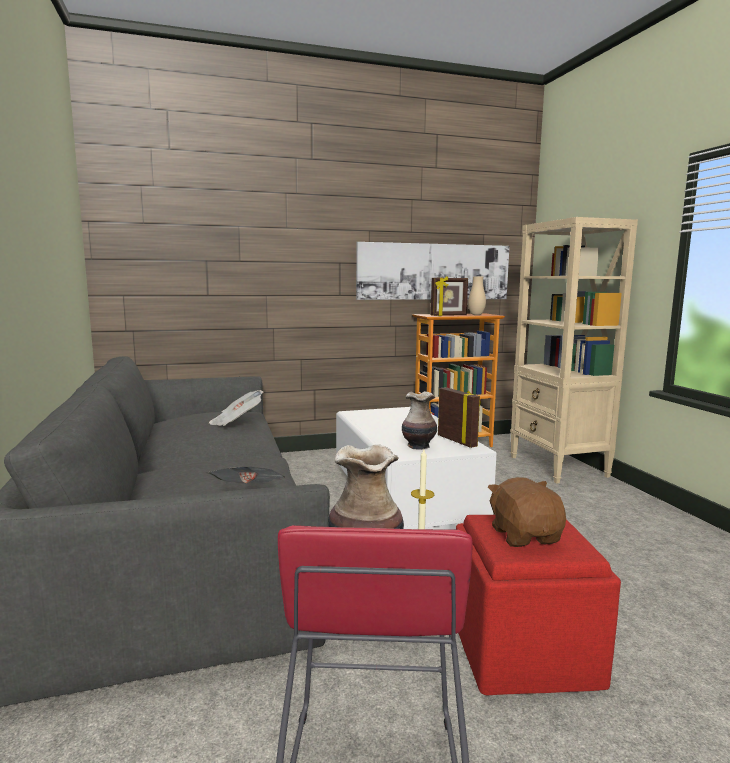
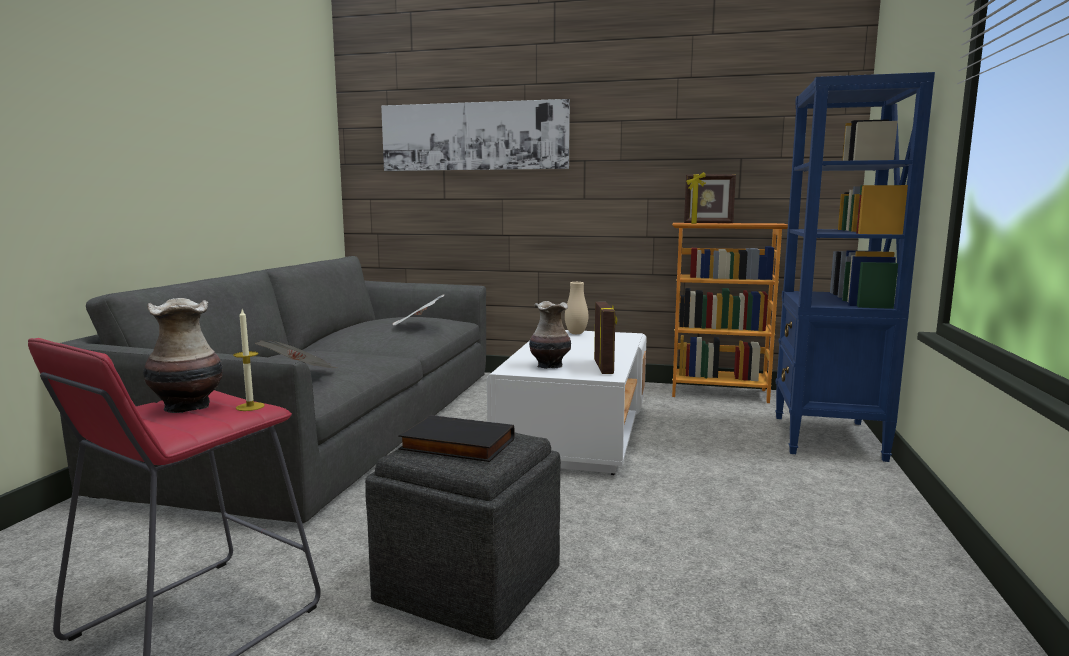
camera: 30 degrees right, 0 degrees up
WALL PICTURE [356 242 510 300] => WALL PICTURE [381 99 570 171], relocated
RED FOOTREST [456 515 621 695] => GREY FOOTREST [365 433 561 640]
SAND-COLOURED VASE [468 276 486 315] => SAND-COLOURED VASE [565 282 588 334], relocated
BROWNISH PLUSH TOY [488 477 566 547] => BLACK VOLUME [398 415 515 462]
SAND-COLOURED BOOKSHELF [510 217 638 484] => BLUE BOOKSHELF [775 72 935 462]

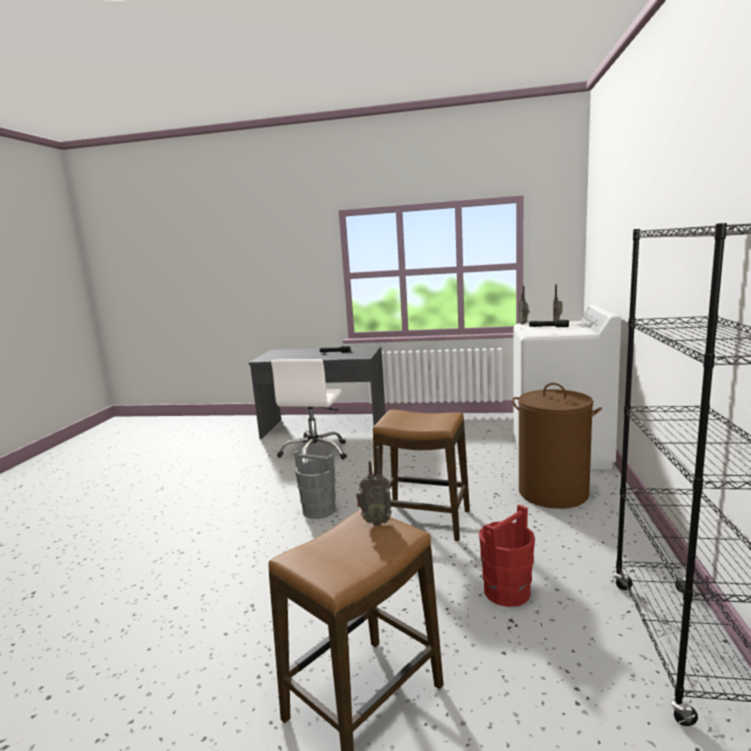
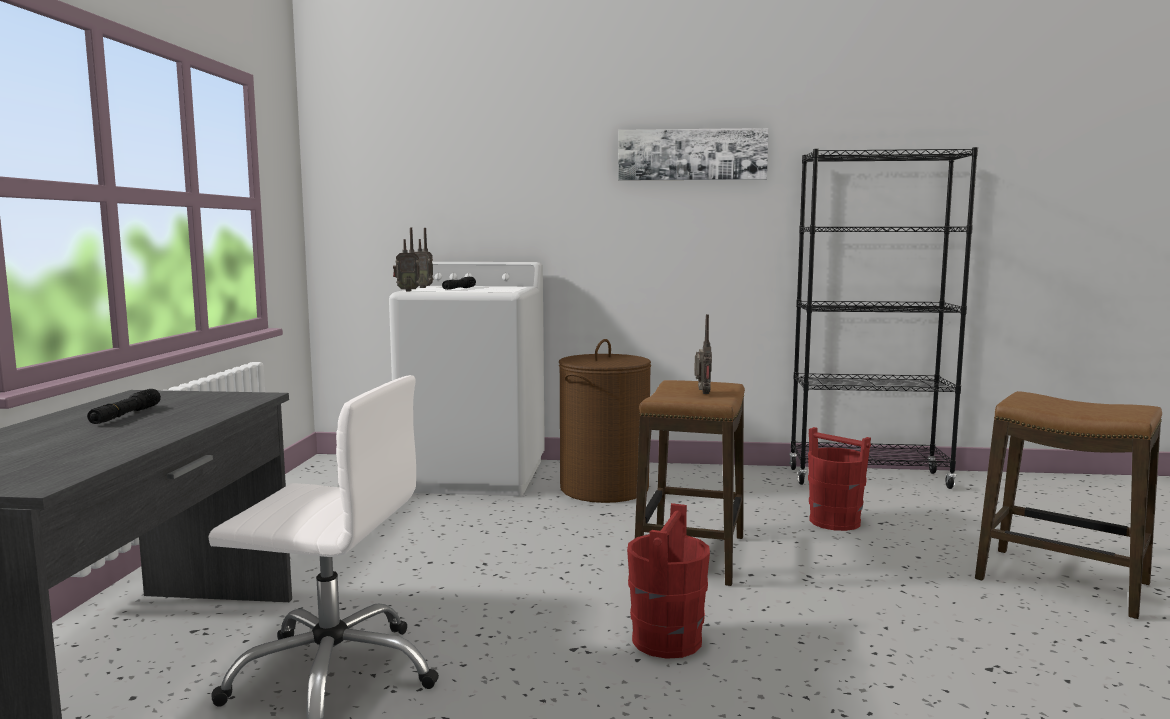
camera: 95 degrees left, 5 degrees down
GREY BUCKET [294 450 336 519] => RED BUCKET [627 503 710 659]
RADIO RECEIVER [356 446 392 525] => RADIO RECEIVER [694 314 712 394], relocated
nothing => WALL PICTURE [618 128 769 181]

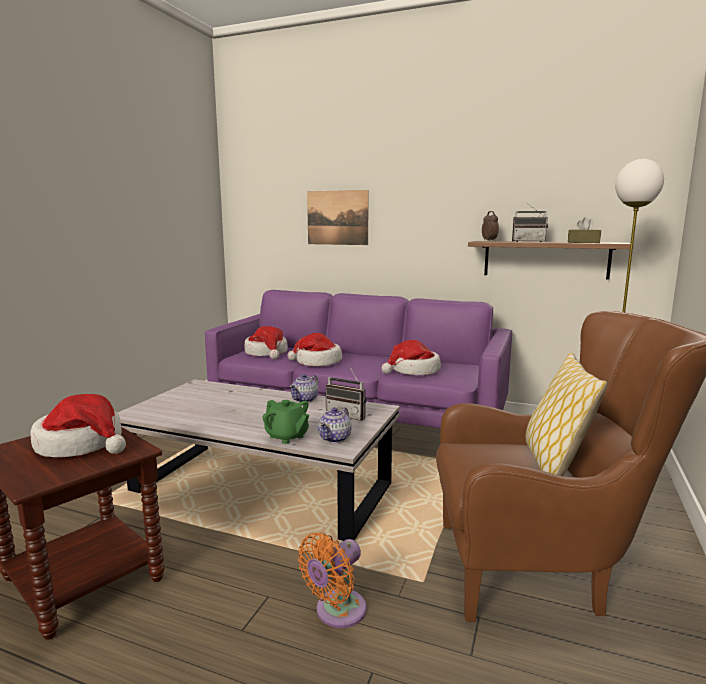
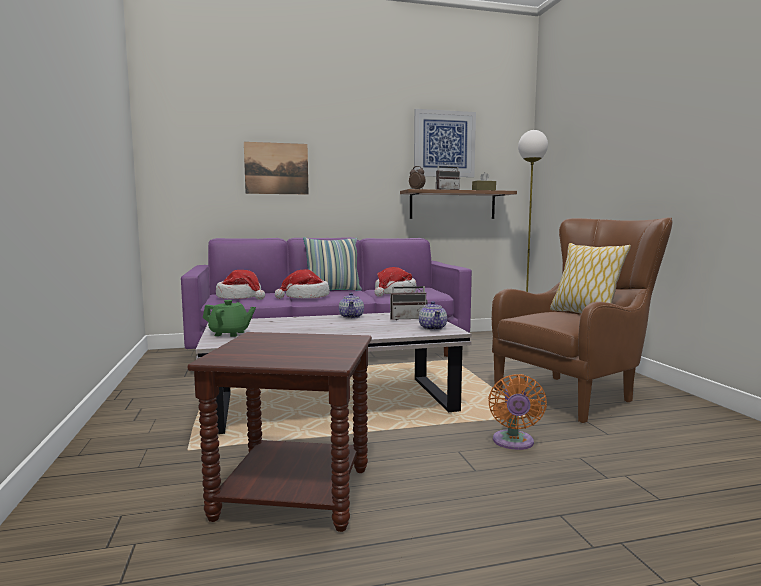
camera: 35 degrees left, 5 degrees down
CLOTHING HAT [30 394 126 458] => nothing
GREENISH TEAPOT [262 400 309 444] => GREENISH TEAPOT [203 300 256 337], relocated
nothing => CUSHION [303 237 362 291]
nothing => WALL PICTURE [414 109 476 177]

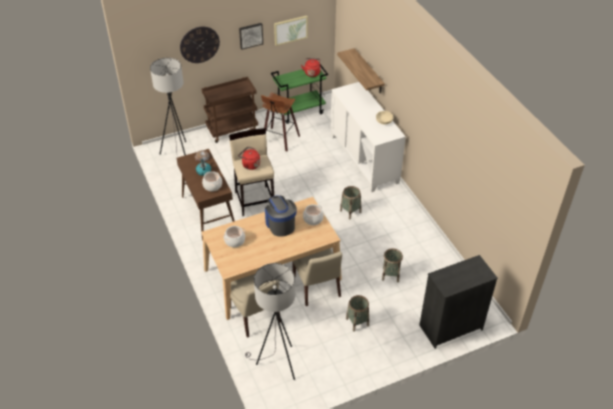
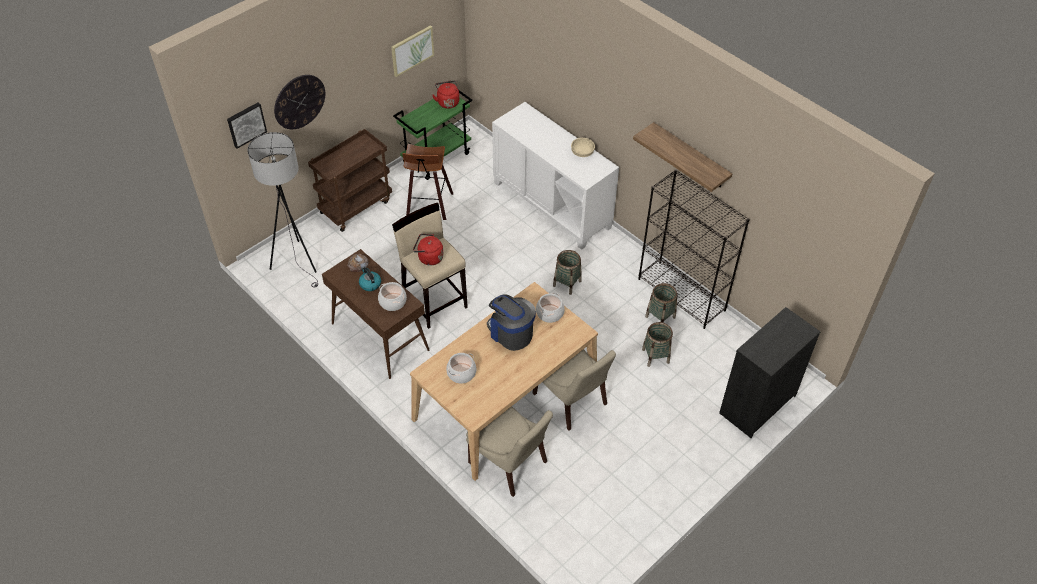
camera: 20 degrees left, 5 degrees up
WALL PICTURE [239 23 263 50] => WALL PICTURE [227 103 267 149], relocated
GREY STANDING LAMP [245 263 295 380] => nothing
WALL SHELF [337 48 385 93] => WALL SHELF [633 122 732 192], relocated
HOUSEHOLD BASKET [346 295 369 332] => HOUSEHOLD BASKET [645 283 677 323], relocated
nothing => BLACK BOOKSHELF [638 169 750 329]

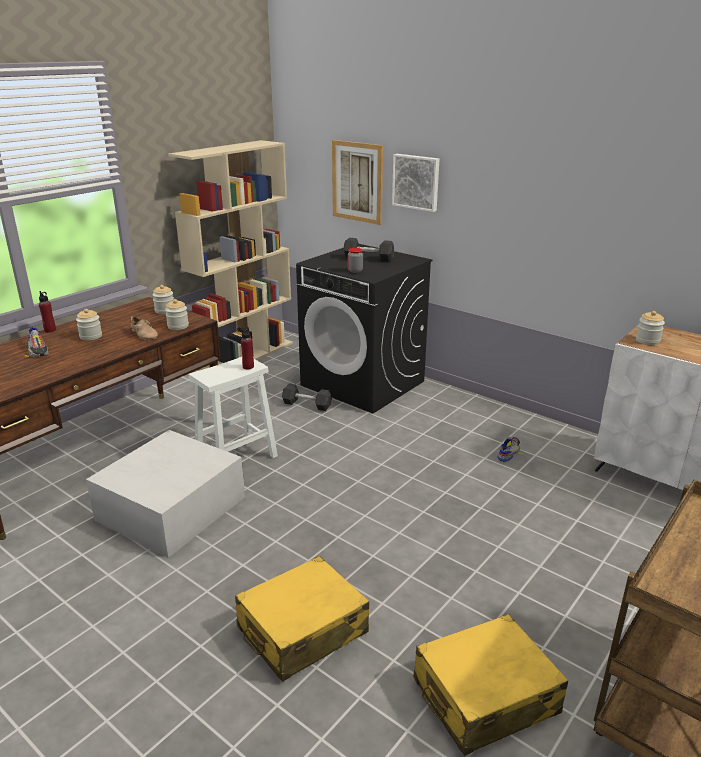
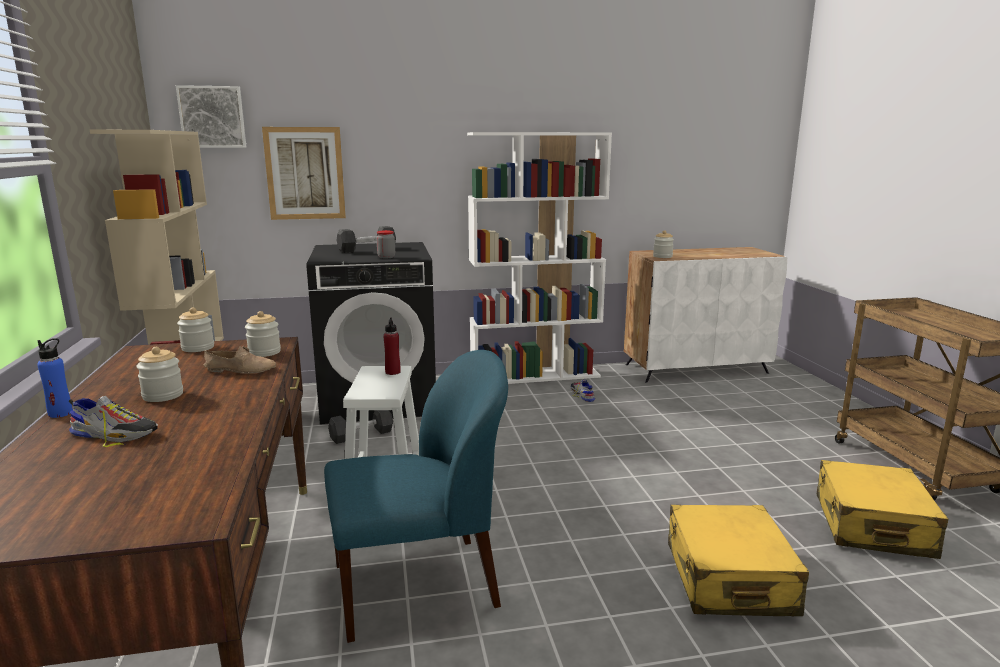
camera: 50 degrees left, 10 degrees down
RED BOTTLE [39 291 56 333] => BLUE BOTTLE [37 338 73 418]
WHITE-COLOURED STORAGE CONTAINER [86 430 245 558] => BLUE PLAIN CHAIR [324 350 508 643]
WALL PICTURE [392 154 440 212] => WALL PICTURE [176 85 246 148], relocated
nothing => WHITE-COLOURED BOOKSHELF [467 132 612 384]

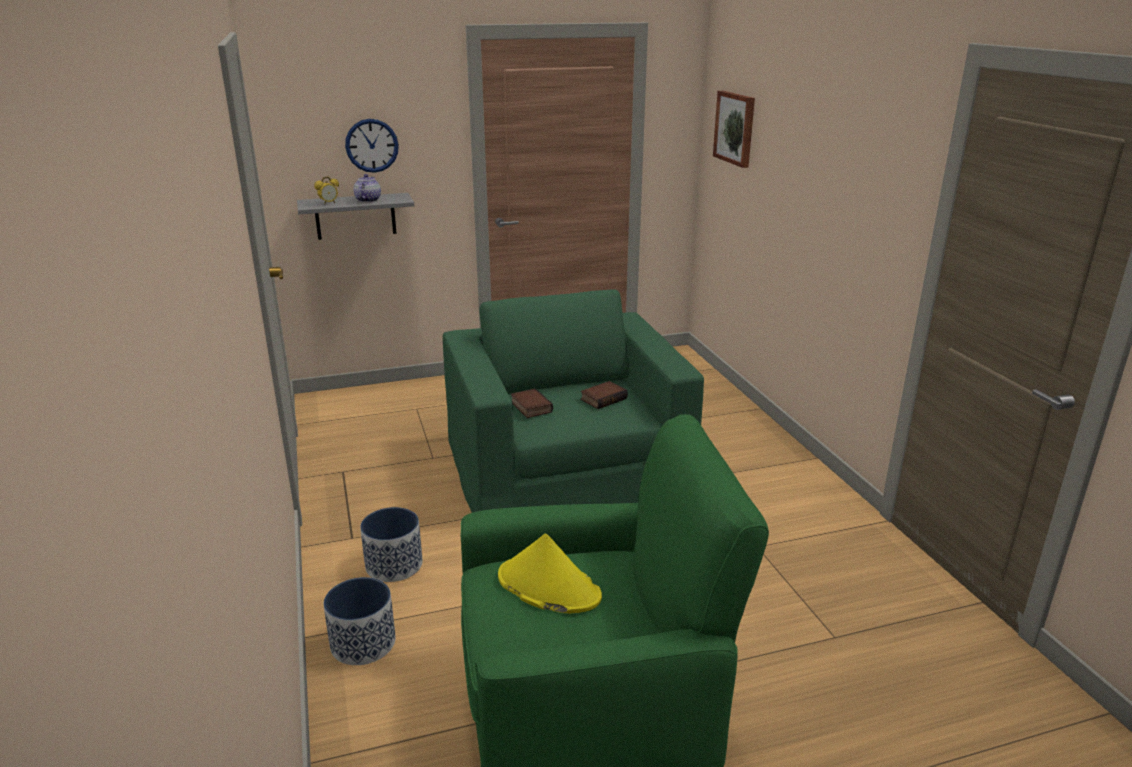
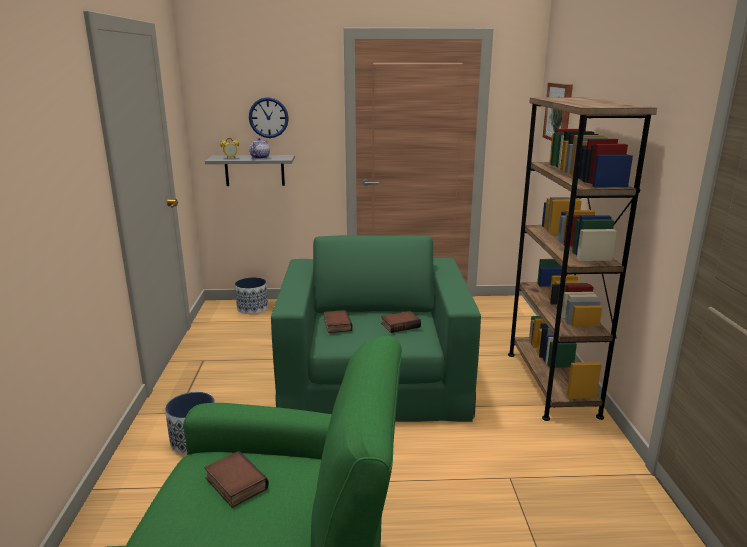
camera: 15 degrees right, 5 degrees down
FLOWER POT [323 577 396 665] => FLOWER POT [235 277 268 314], relocated
YELLOW CLOTHING HAT [498 533 602 614] => VOLUME [204 451 269 508]
nothing => BROWNISH BOOKSHELF [508 97 657 421]

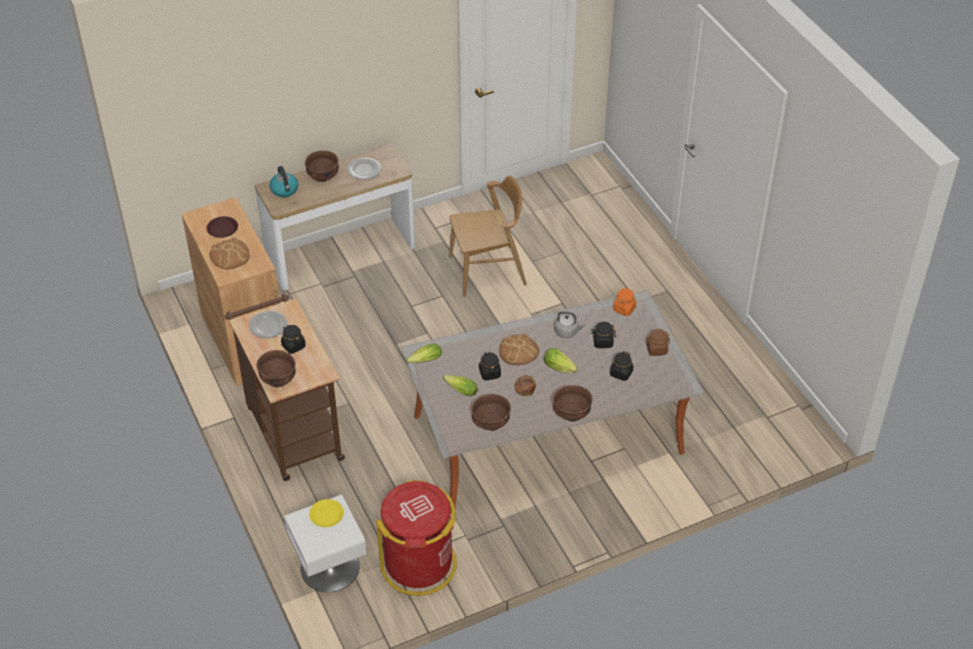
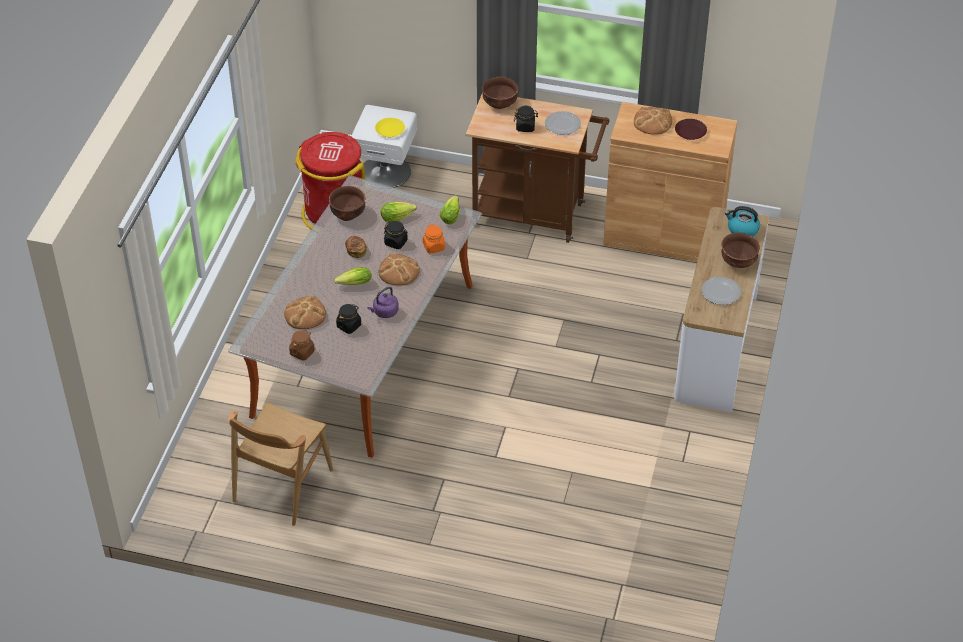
camera: 130 degrees right, 0 degrees up
BROWNISH PLAIN CHAIR [449 175 527 297] => BROWNISH PLAIN CHAIR [228 403 333 526], relocated
BROWNISH DEEP DISH [553 385 592 421] => nothing
GREY WATER KETTLE [554 311 585 338] => PURPLISH WATER KETTLE [368 287 399 318]
BLACK PRESERVE JAR [610 351 633 381] => BAKED BREAD [284 295 326 329]
ORANGE PRESERVE JAR [613 288 636 316] => ORANGE PRESERVE JAR [423 224 445 253], relocated

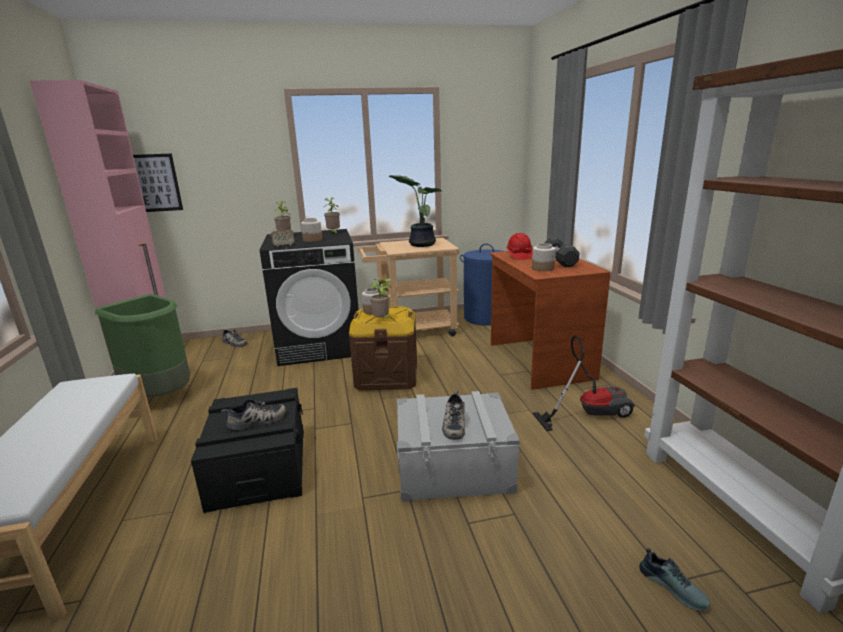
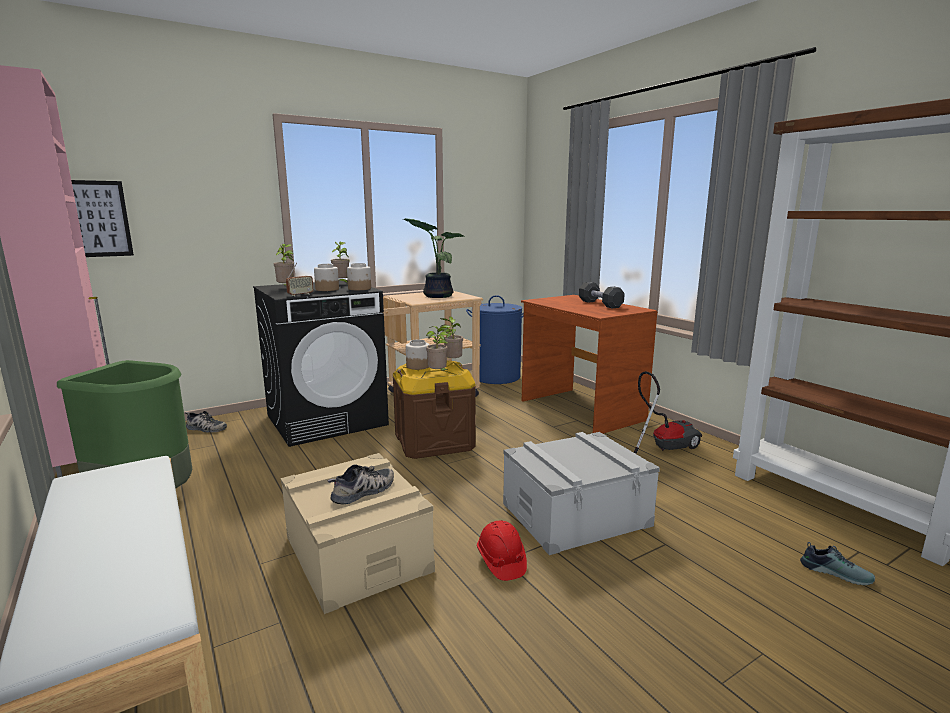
camera: 20 degrees left, 5 degrees down
BLACK STORAGE CONTAINER [191 388 304 513] => SAND-COLOURED STORAGE CONTAINER [281 453 435 614]
LOW SHOE [442 390 465 440] => nothing
RED HARD HAT [506 233 533 260] => RED HARD HAT [477 520 527 581], relocated
PRESERVE JAR [532 243 556 271] => PRESERVE JAR [347 263 371 290], relocated
nothing => PLANT IN A POT [440 316 463 358]

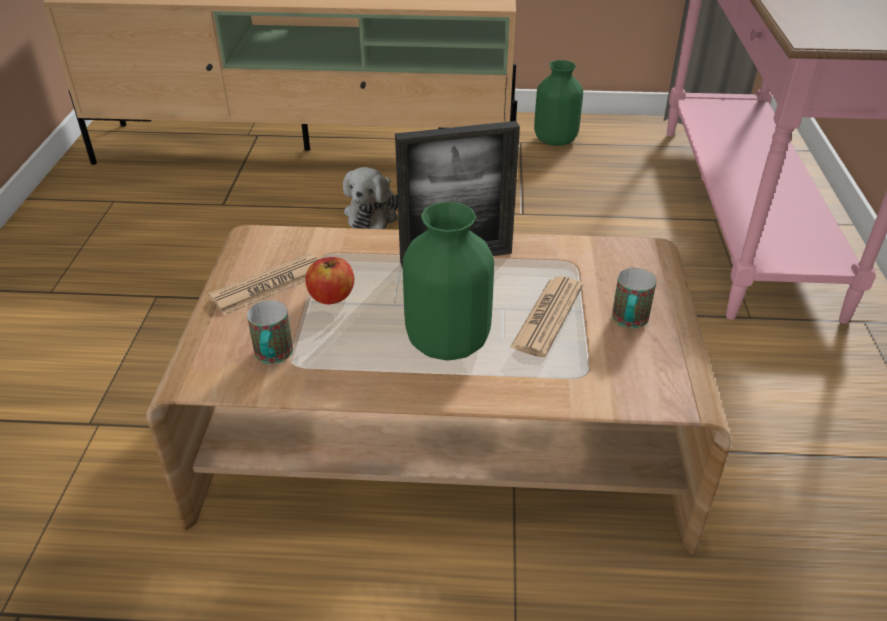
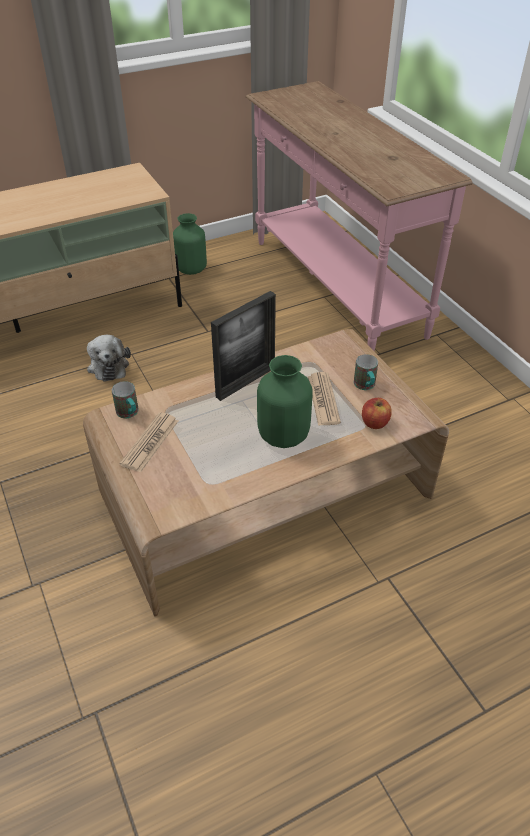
camera: 30 degrees left, 5 degrees up
MUG [247 300 293 364] => MUG [112 381 139 418], relocated
APPLE [305 257 354 305] => APPLE [362 398 392 429], relocated

